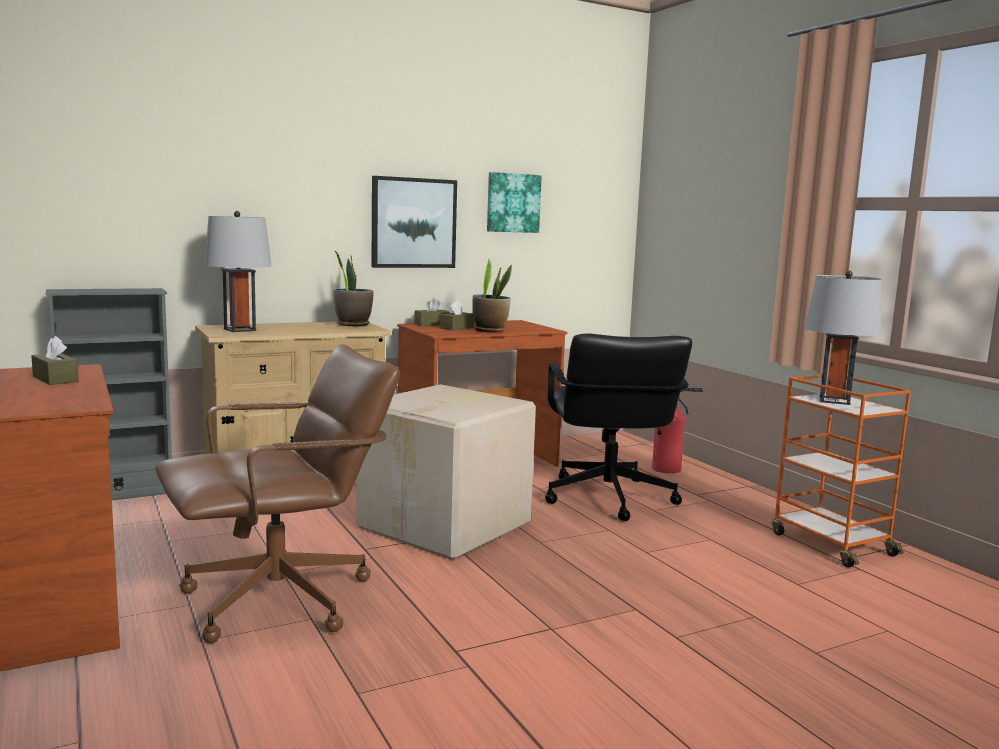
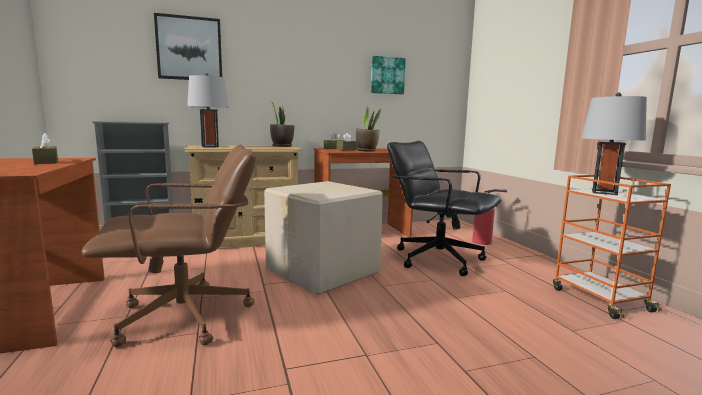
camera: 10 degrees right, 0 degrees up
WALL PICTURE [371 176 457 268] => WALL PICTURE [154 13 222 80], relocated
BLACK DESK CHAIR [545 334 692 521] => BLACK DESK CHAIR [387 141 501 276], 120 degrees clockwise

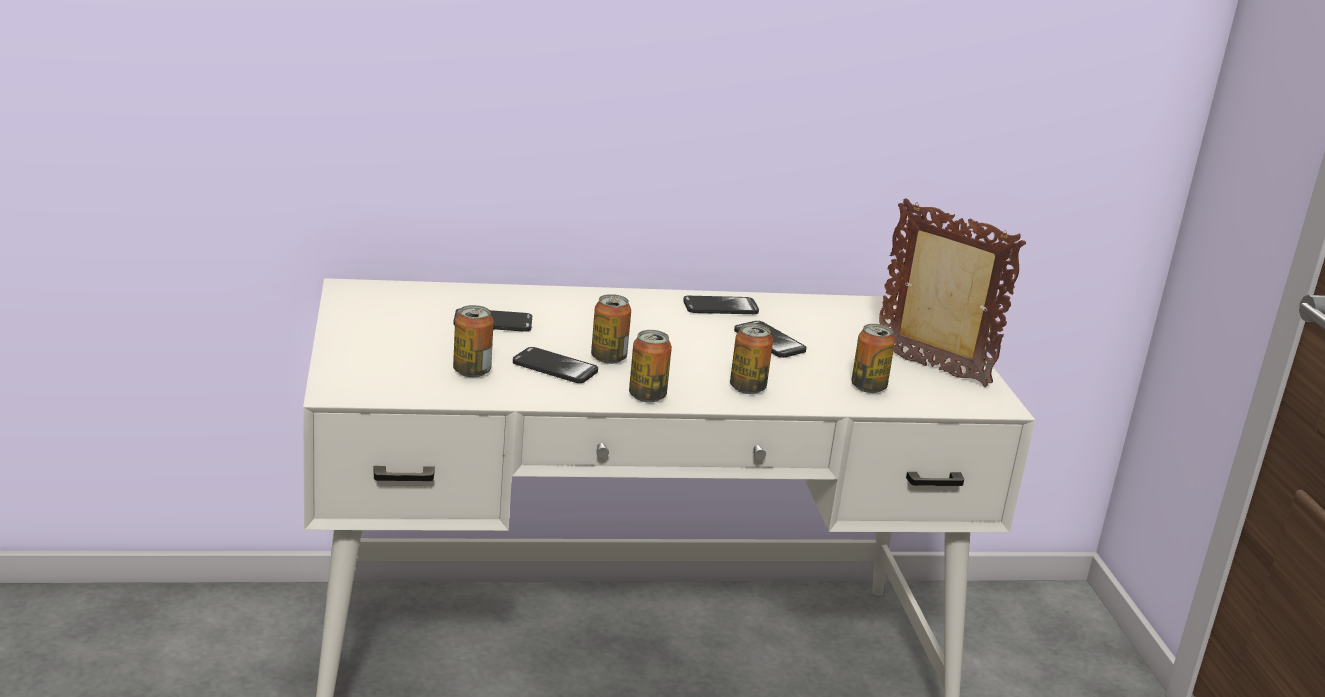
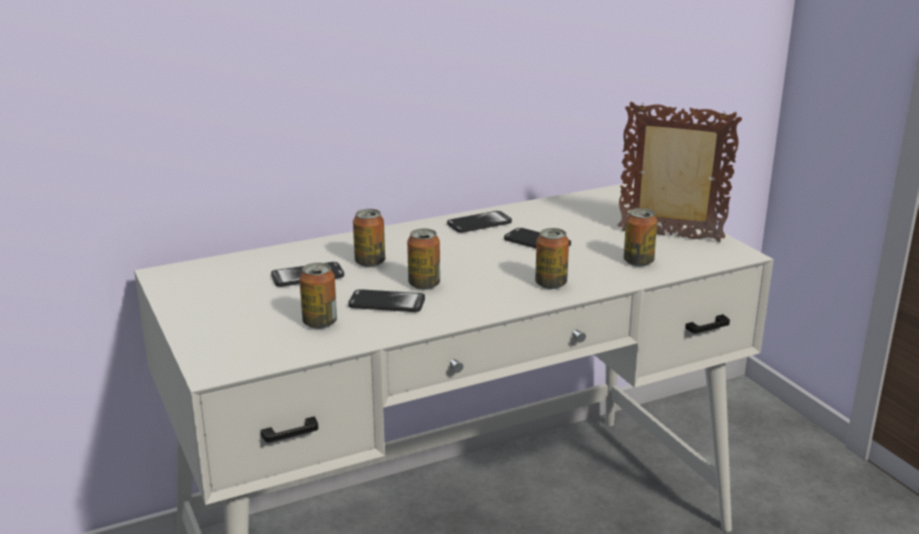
camera: 15 degrees left, 0 degrees up
CAN [629 330 672 402] => CAN [353 209 385 267], relocated

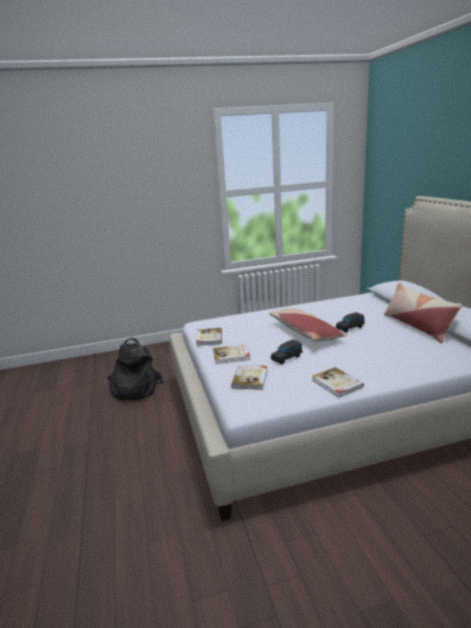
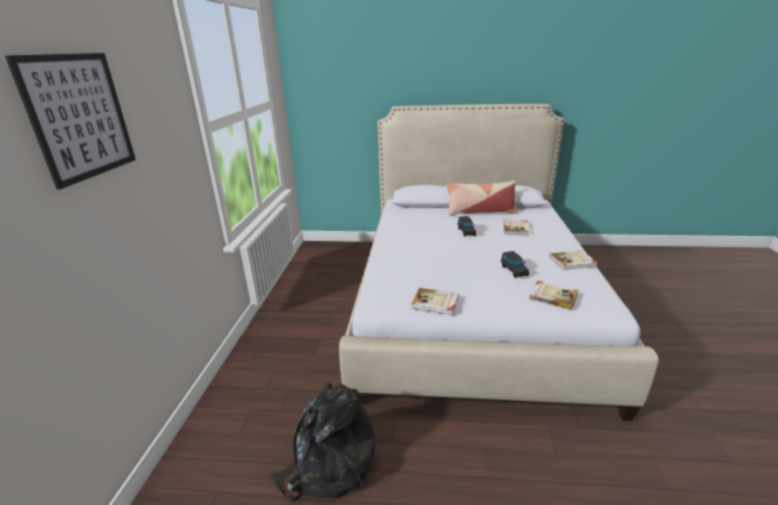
camera: 70 degrees left, 5 degrees up
VOLUME [213 344 251 364] => VOLUME [504 220 530 236], relocated
CUSHION [269 308 347 342] => nothing
nothing => WALL PICTURE [5 53 136 190]

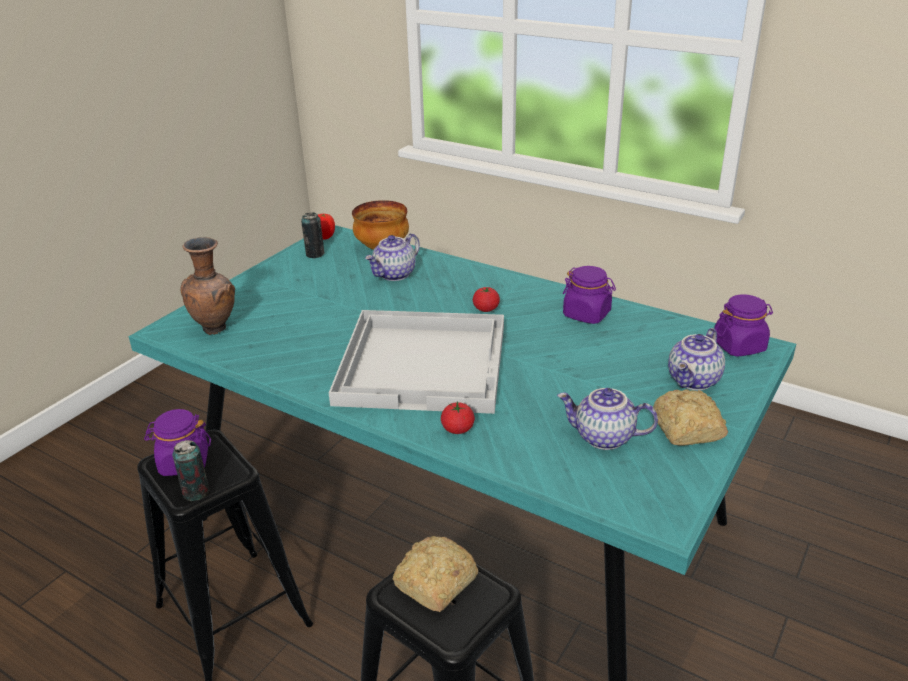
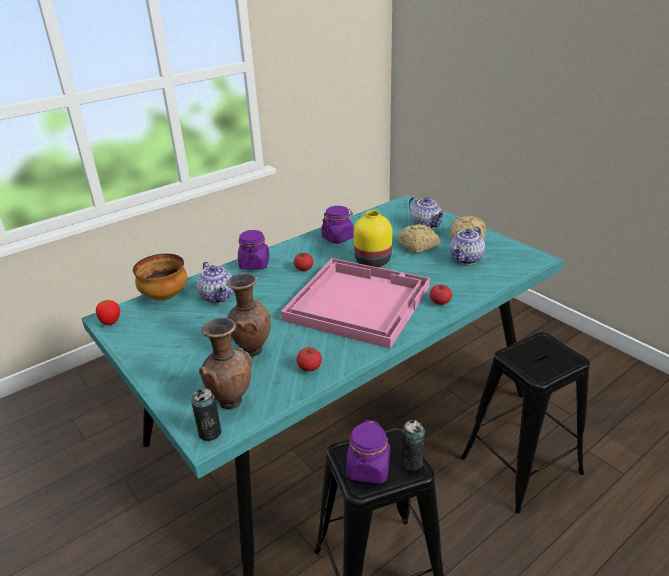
camera: 70 degrees left, 0 degrees up
CAN [301 212 325 259] => CAN [191 388 221 441], relocated
WHITE-COLOURED CARRYING TRAY [329 310 504 414] => PINKISH CARRYING TRAY [281 258 430 349]
BAKED BREAD [393 536 478 612] => BAKED BREAD [397 224 441 253], relocated
PURPLISH PRESERVE JAR [714 294 773 357] => PURPLISH PRESERVE JAR [238 230 270 270], relocated
nothing => BROWNISH VASE [227 273 271 357]
nothing => WHOLE TOMATO [296 347 322 371]
nothing => YELLOW VASE [354 210 392 267]

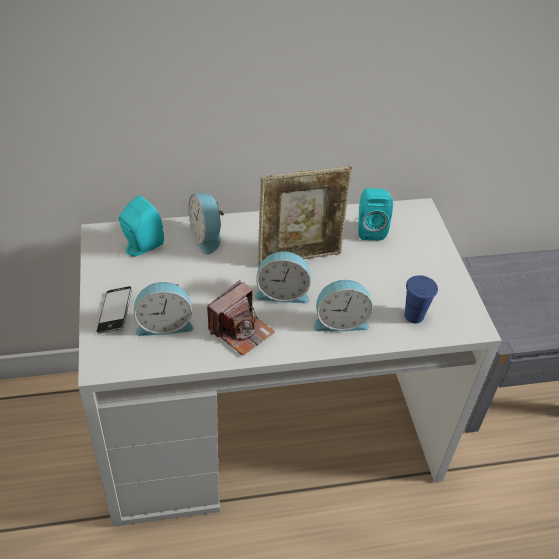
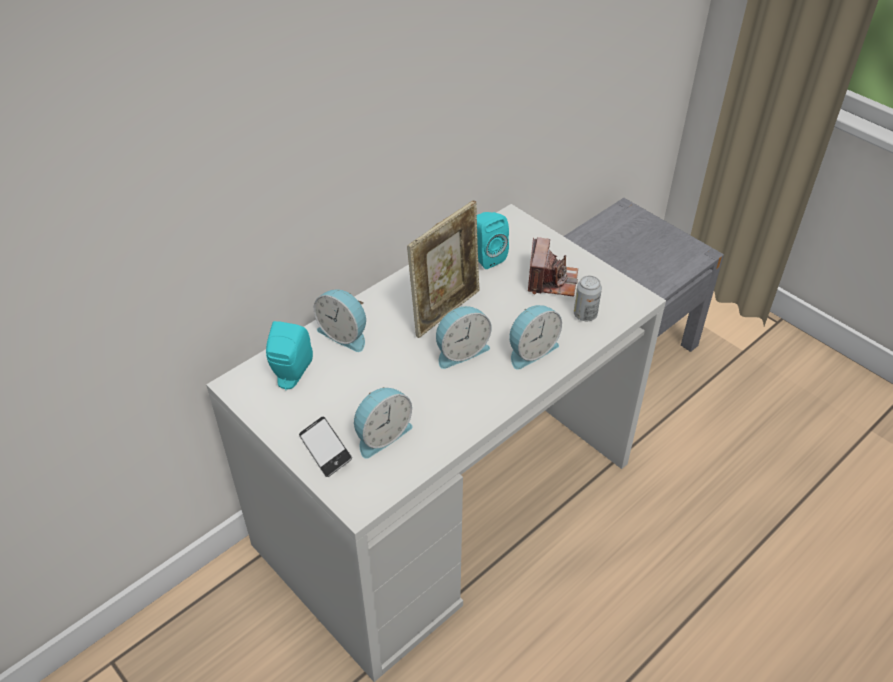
camera: 30 degrees left, 0 degrees up
PHOTO CAMERA [207 280 275 356] => PHOTO CAMERA [528 237 578 296], relocated
BLUE DRINKING CUP [405 275 438 323] => CAN [574 276 602 321]

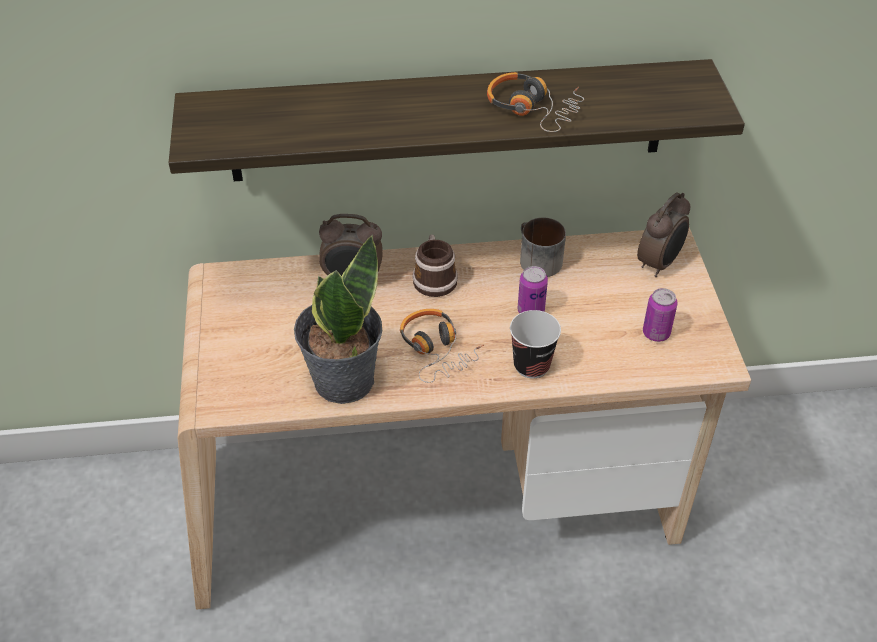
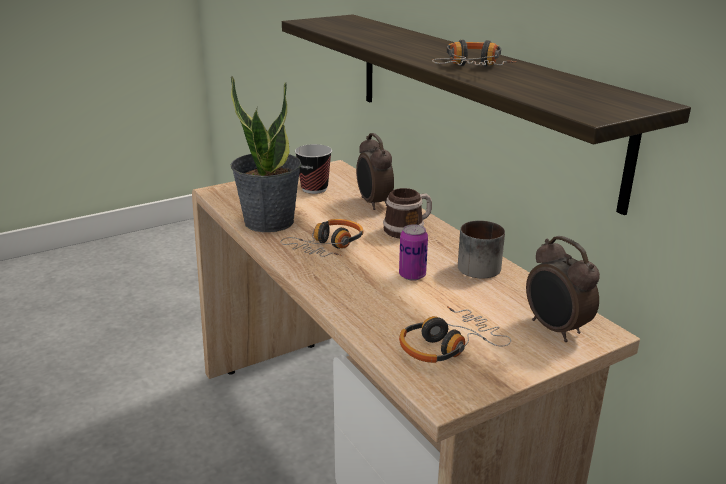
camera: 65 degrees right, 20 degrees down
DRINKING CUP [510 310 561 379] => DRINKING CUP [295 144 332 194], relocated
ALARM CLOCK [637 192 690 277] => ALARM CLOCK [526 236 600 342], 45 degrees clockwise
CAN [643 288 677 342] => HEADSET [399 306 511 363]

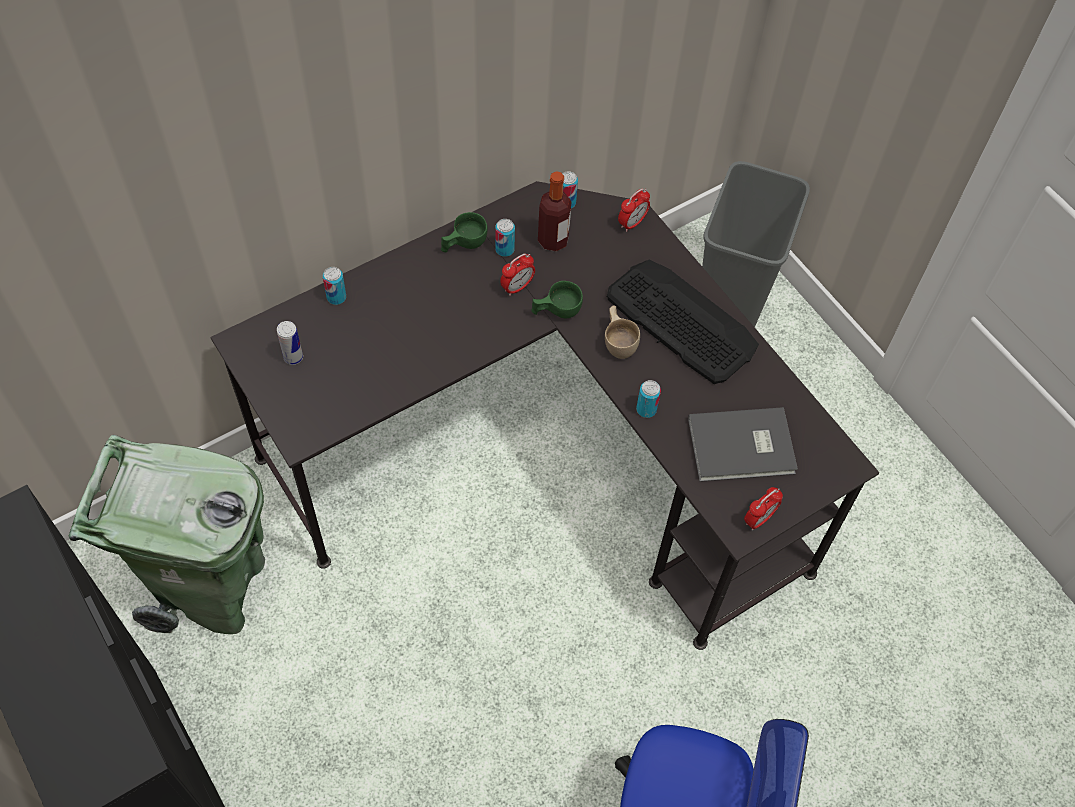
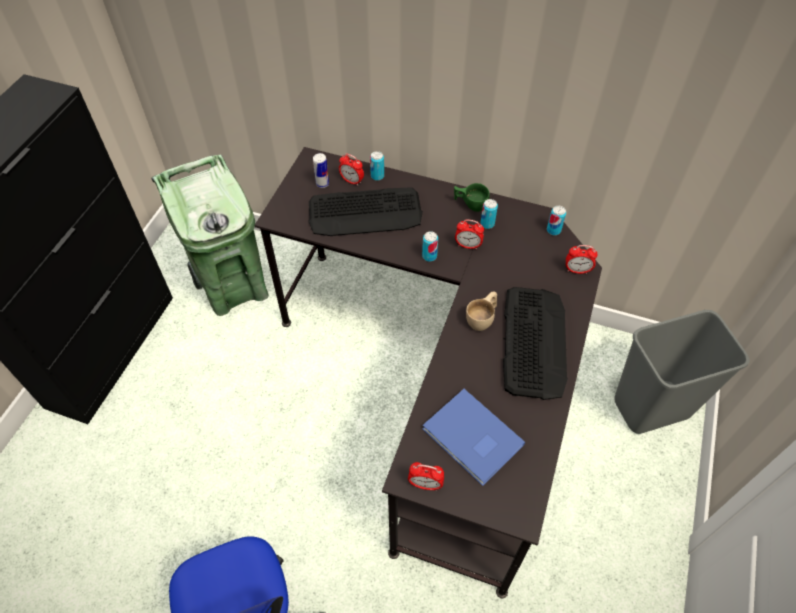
camera: 55 degrees right, 5 degrees down
GREENISH DRINKING CUP [531 281 583 318] => nothing
BOTTLE [538 171 571 251] => nothing
CAN [636 380 661 418] => CAN [422 231 438 262], relocated
GREY VOLUME [688 407 798 482] => BLUE VOLUME [423 389 525 486]
nothing => KEYBOARD [308 187 423 236]
nothing => ALARM CLOCK [339 154 364 186]

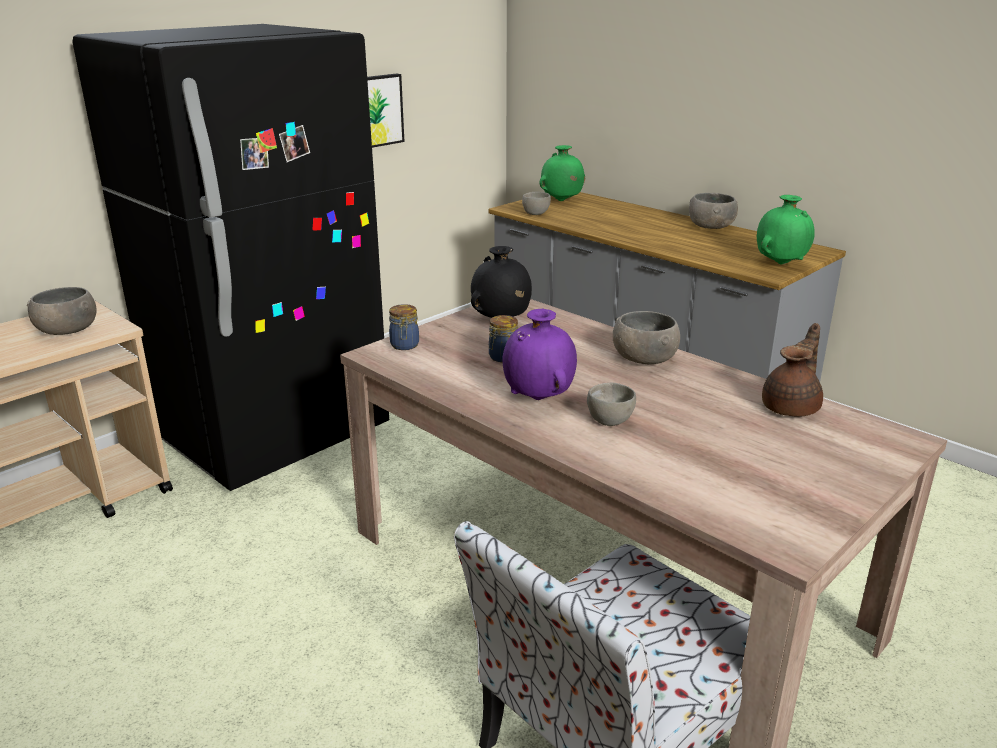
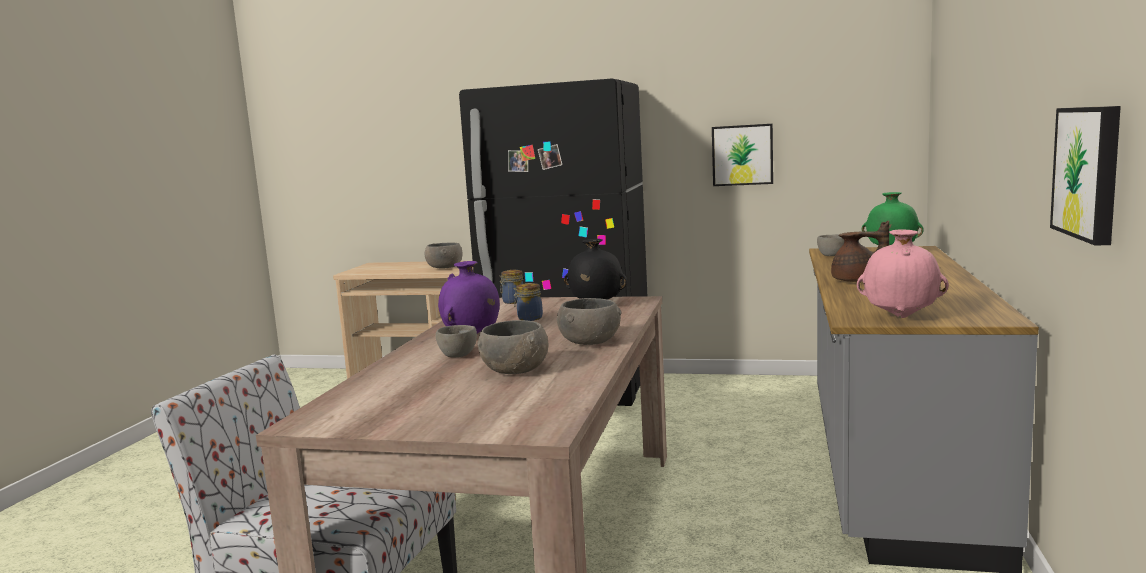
camera: 60 degrees right, 15 degrees down
GREY DEEP DISH [689 193 738 229] => GREY DEEP DISH [477 320 548 374], relocated
GREENISH VASE [757 195 815 265] => PINKISH VASE [857 229 949 318]
BROWNISH TEAPOT [762 323 823 416] => BROWNISH TEAPOT [831 221 889 282], relocated
nothing => WALL PICTURE [1050 106 1121 246]

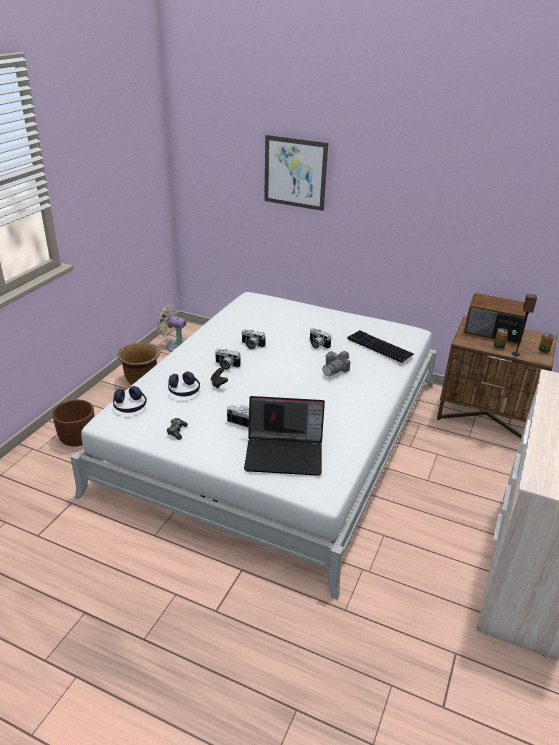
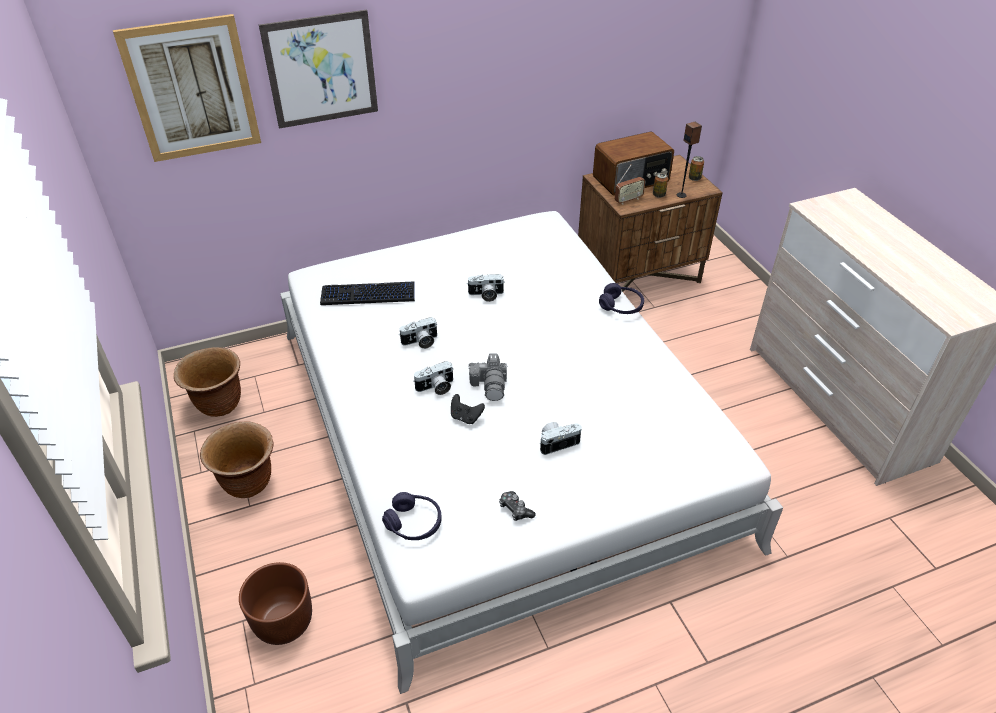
camera: 45 degrees left, 10 degrees up
SAND-COLOURED COOLING FAN [157 305 186 352] => BROWNISH FLOWER POT [174 347 241 417]
PURPLISH HEADSET [168 371 200 397] => PURPLISH HEADSET [599 283 644 314], relocated
PORTABLE COMPUTER [244 396 325 476] => nothing
PHOTO CAMERA [322 351 350 376] => PHOTO CAMERA [469 353 508 401], relocated
KEYBOARD [347 330 414 363] => KEYBOARD [320 281 415 305], relocated
nothing => WALL PICTURE [113 14 261 162]
nothing => RADIO RECEIVER [615 165 646 205]

